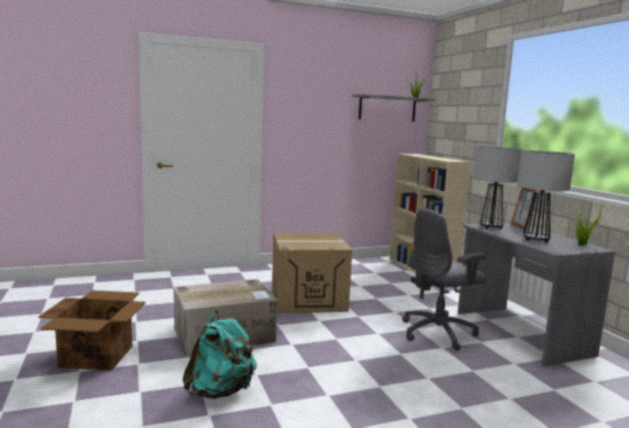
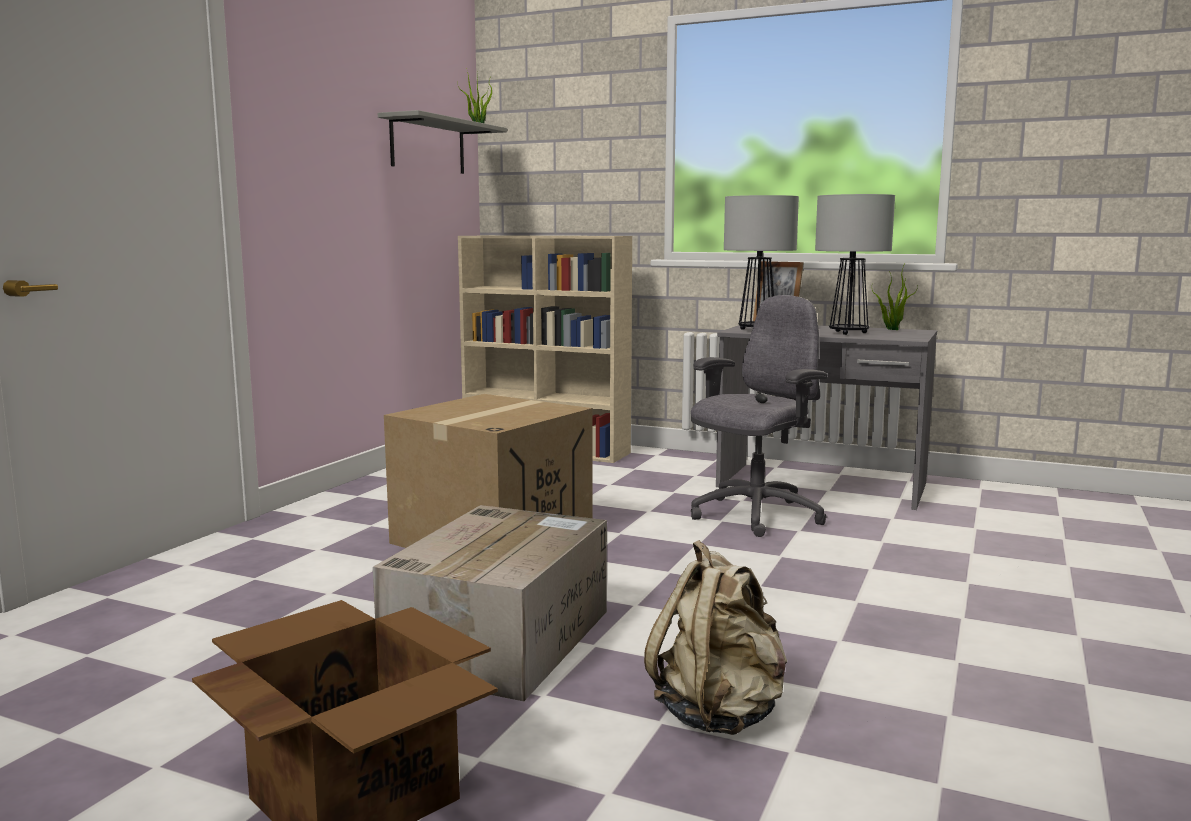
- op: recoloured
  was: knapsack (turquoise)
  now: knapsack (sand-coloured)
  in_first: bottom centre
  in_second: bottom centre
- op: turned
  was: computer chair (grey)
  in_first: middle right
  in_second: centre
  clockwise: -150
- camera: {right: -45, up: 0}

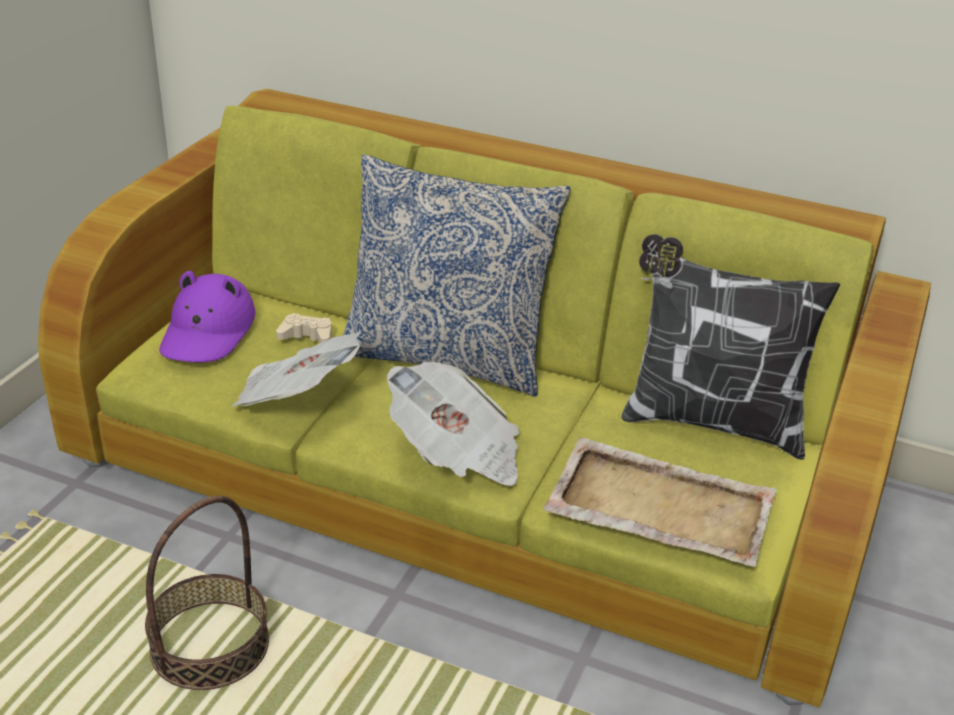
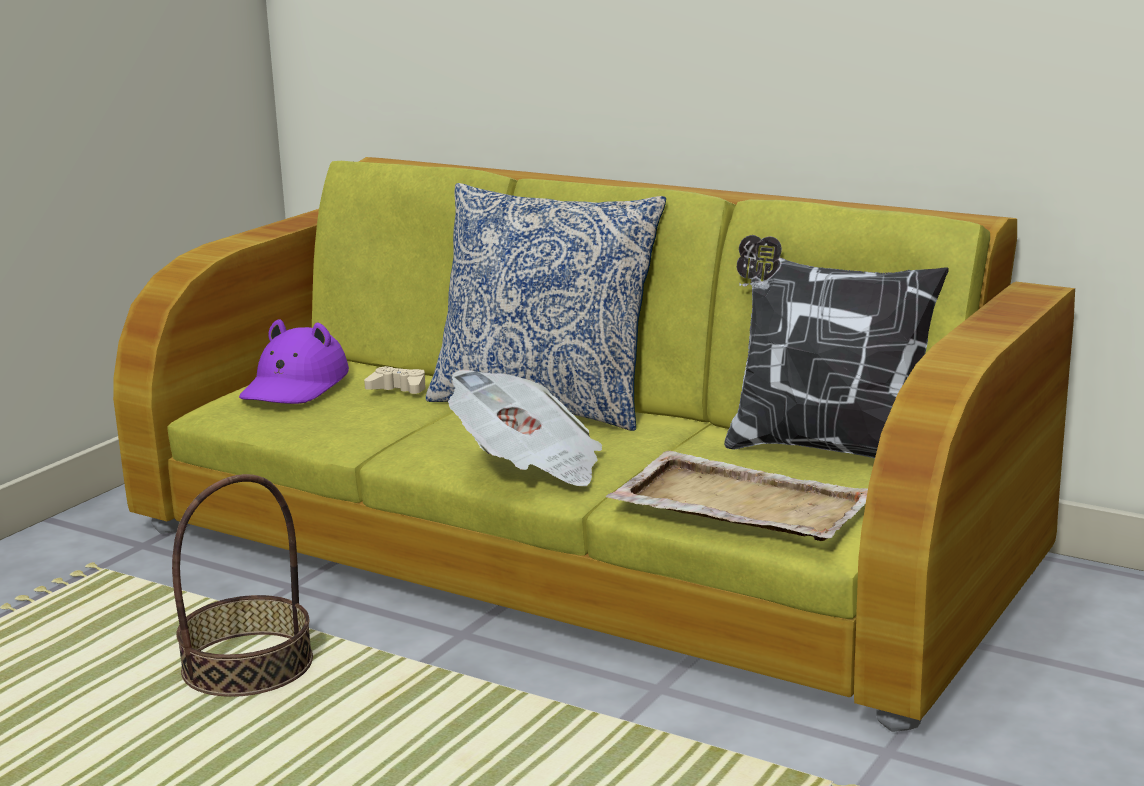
- op: removed
  was: printed paper (1st from left)
  in_first: middle left
- camera: {right: 10, up: -15}

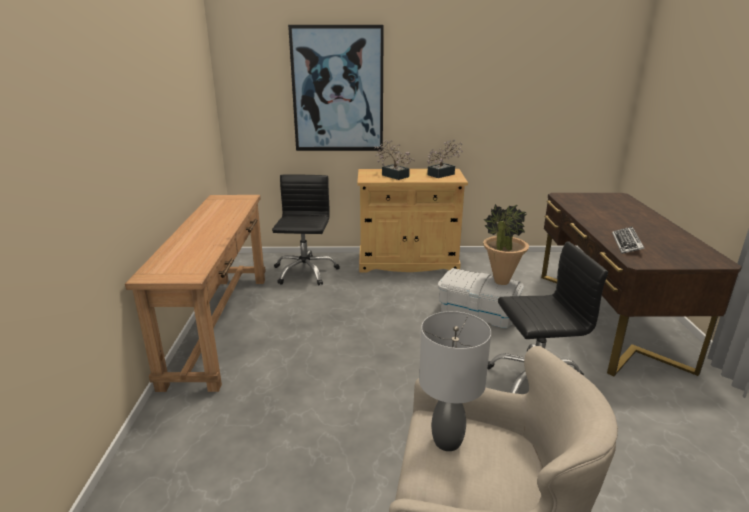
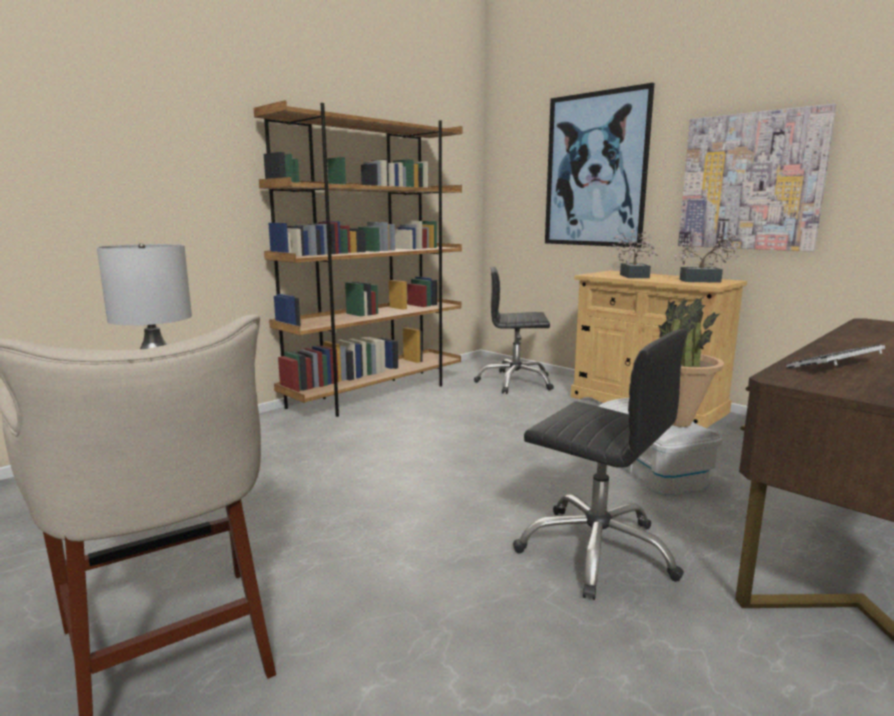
- op: replaced
  was: console table (brown-coloured)
  now: shelving unit (brown-coloured)
  in_first: middle left
  in_second: centre
- op: turned
  was: computer chair (blackish) (1st from left)
  in_first: centre
  in_second: centre
  clockwise: -135
- op: added
  now: wall art (2nd from left)
  in_second: top right
- camera: {right: 45, up: -10}

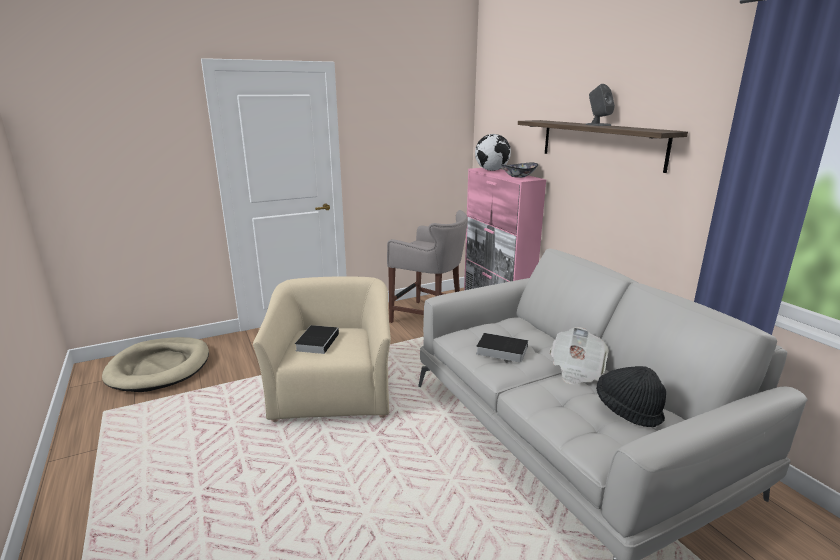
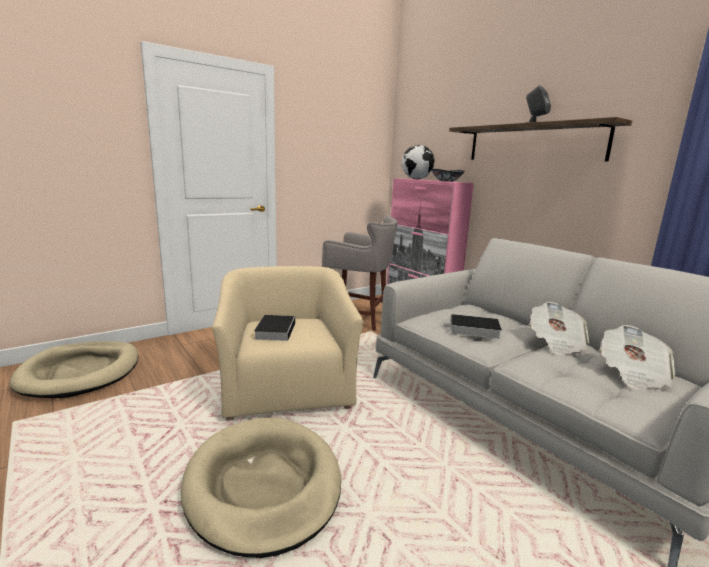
- op: added
  now: dog cushion (sand-coloured) (2nd from left)
  in_second: bottom centre
- op: replaced
  was: hat (blackish)
  now: printed paper (2nd from left)
  in_first: bottom right
  in_second: middle right
- camera: {right: -10, up: -5}

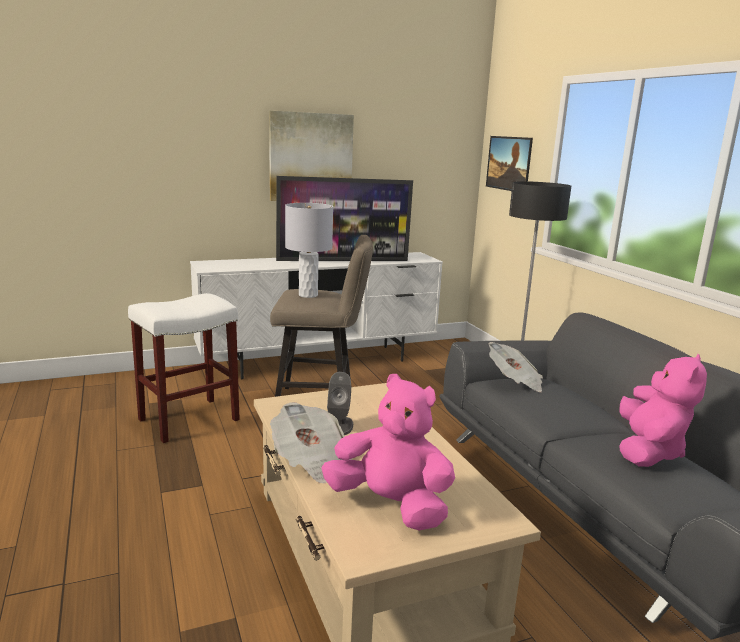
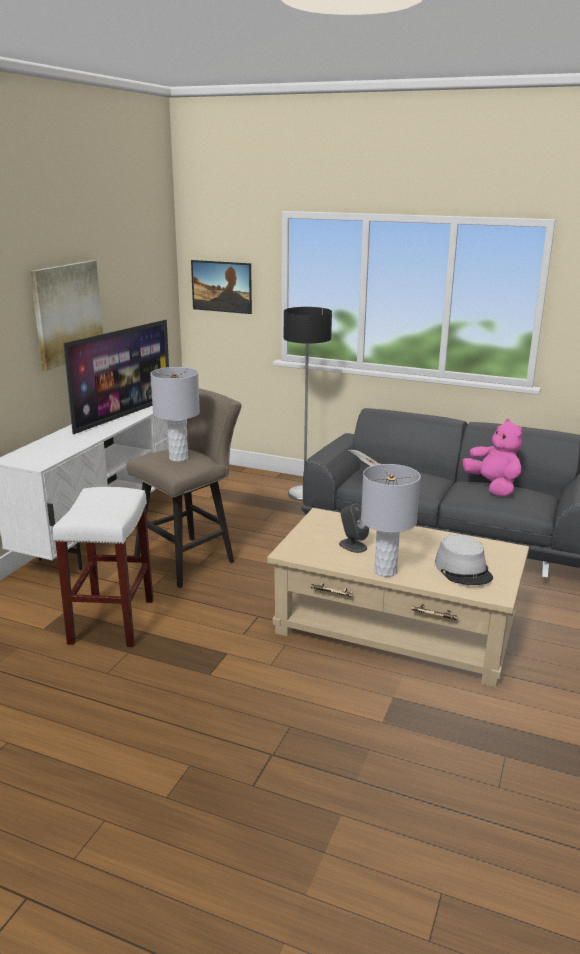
- op: replaced
  was: printed paper (1st from left)
  now: tabletop lamp (grey) (2nd from left)
  in_first: bottom centre
  in_second: middle right
- op: replaced
  was: plush toy (pinkish) (1st from left)
  now: hat (grey)
  in_first: bottom centre
  in_second: middle right
- camera: {right: -45, up: 5}

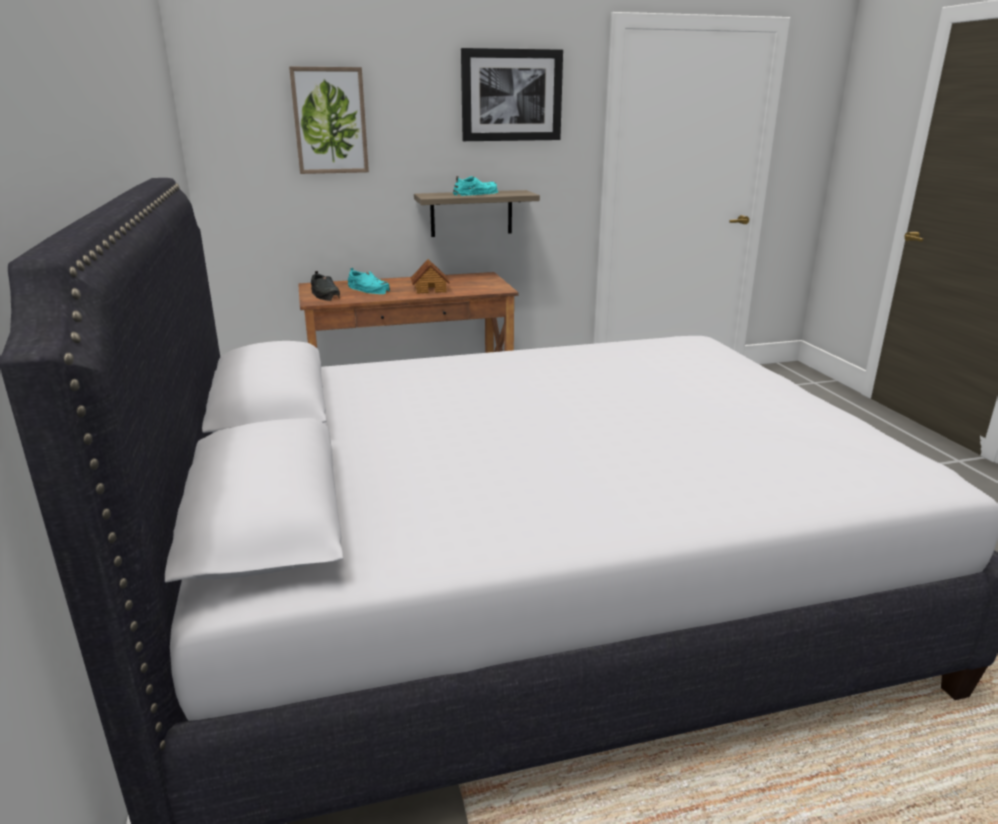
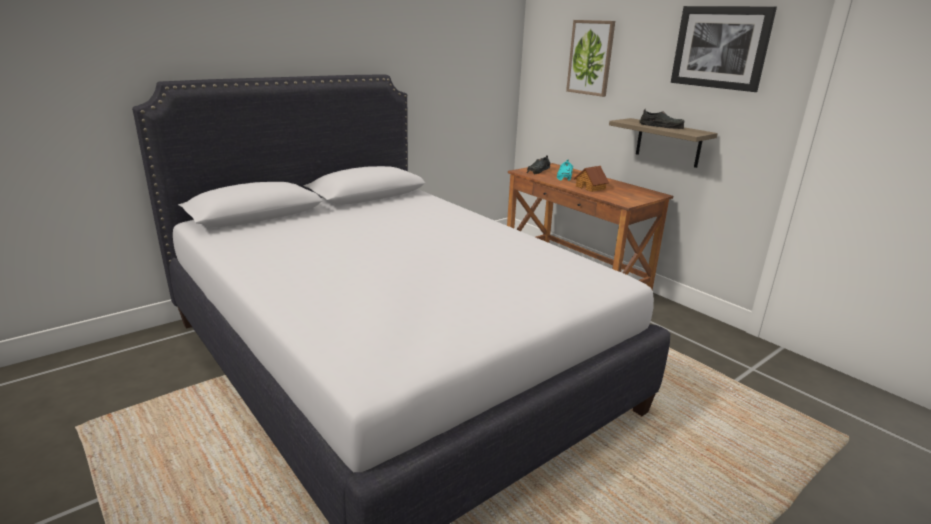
- op: recoloured
  was: low shoe (turquoise) (2nd from left)
  now: low shoe (blackish) (2nd from left)
  in_first: top centre
  in_second: top right
- camera: {right: 65, up: 0}

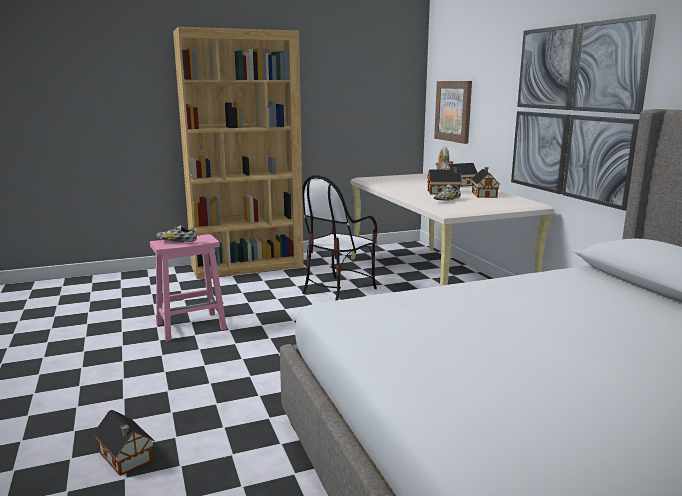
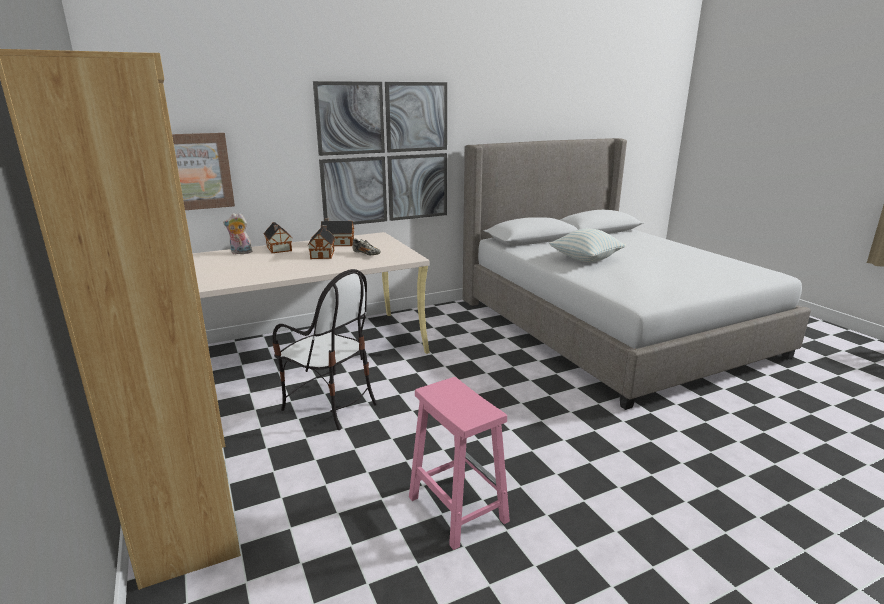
- op: added
  now: cushion
  in_second: centre
- op: removed
  was: model house (1st from left)
  in_first: bottom left
- op: removed
  was: low shoe (1st from left)
  in_first: middle left
- camera: {right: -95, up: 5}

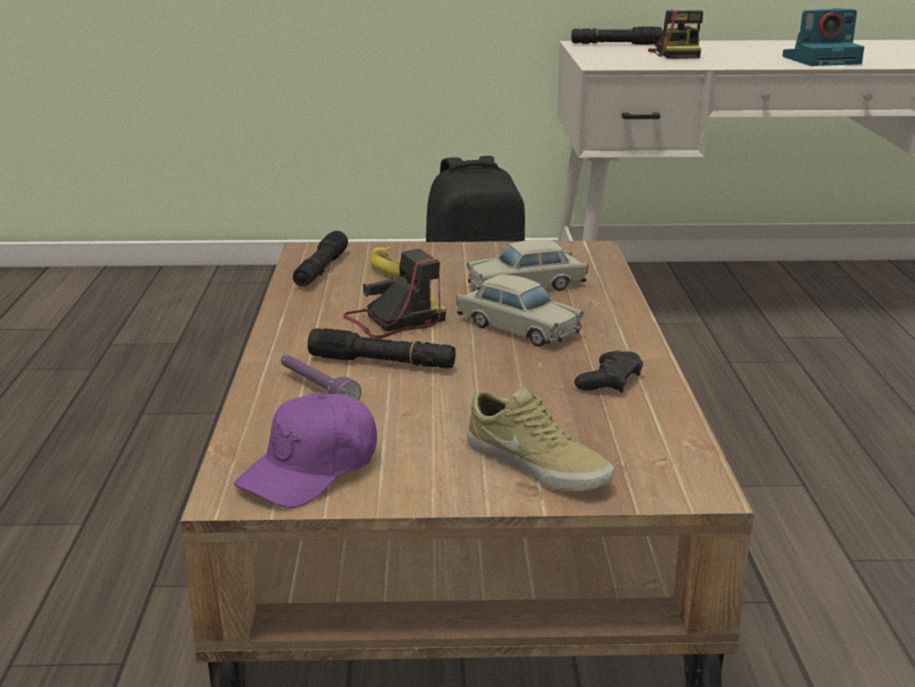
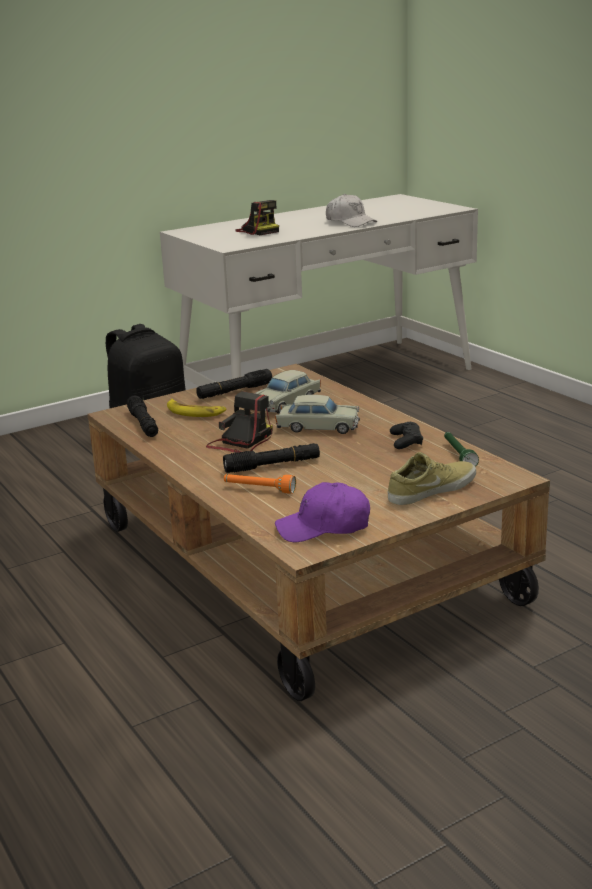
- op: moved
  was: torch (blackish) (3rd from left in the first image)
  now: torch (blackish) (2nd from left)
  in_first: top right
  in_second: centre
- op: recoloured
  was: torch (purple-coloured)
  now: torch (orangey)
  in_first: centre
  in_second: centre
- op: turned
  was: cap (purple-coloured)
  in_first: centre
  in_second: centre
  clockwise: 75
- op: replaced
  was: still camera (3rd from left)
  now: cap (white)
  in_first: top right
  in_second: top centre
- op: turned
  was: low shoe (sand-coloured)
  in_first: centre
  in_second: middle right
  clockwise: -45
- op: added
  now: torch (green-coloured)
  in_second: middle right
- camera: {right: -30, up: 0}

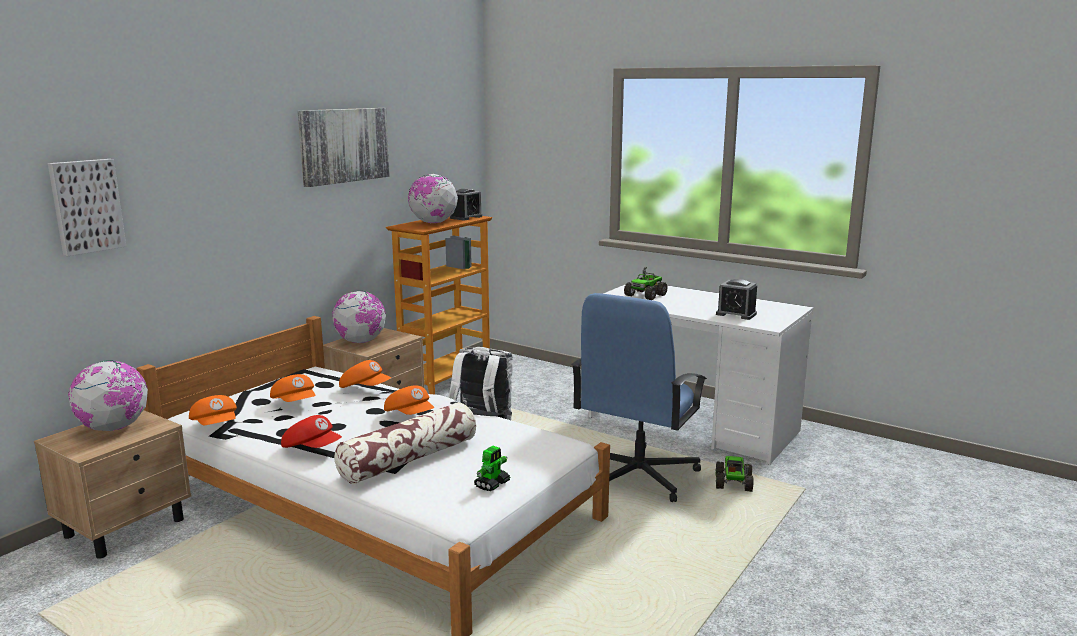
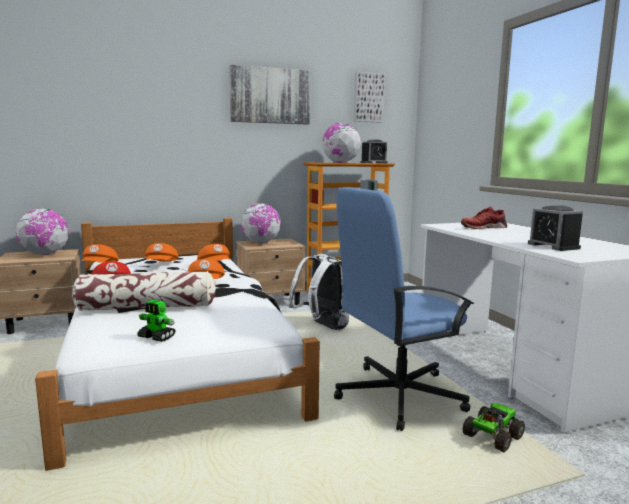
- op: turned
  was: model robot
  in_first: bottom centre
  in_second: middle left
  clockwise: 45
- op: moved
  was: wall art (1st from left in the first image)
  now: wall art (2nd from left)
  in_first: top left
  in_second: top centre
- op: replaced
  was: model truck (1st from left)
  now: low shoe (red)
  in_first: centre
  in_second: middle right
- camera: {right: 35, up: -5}

